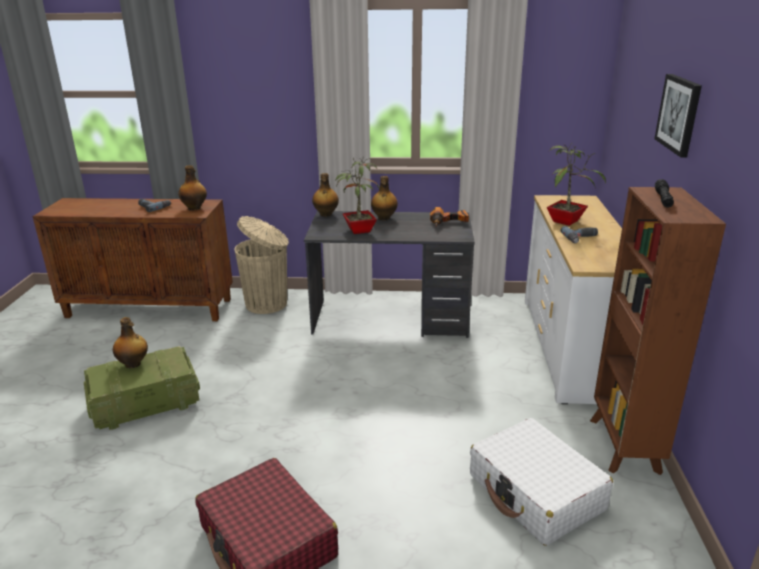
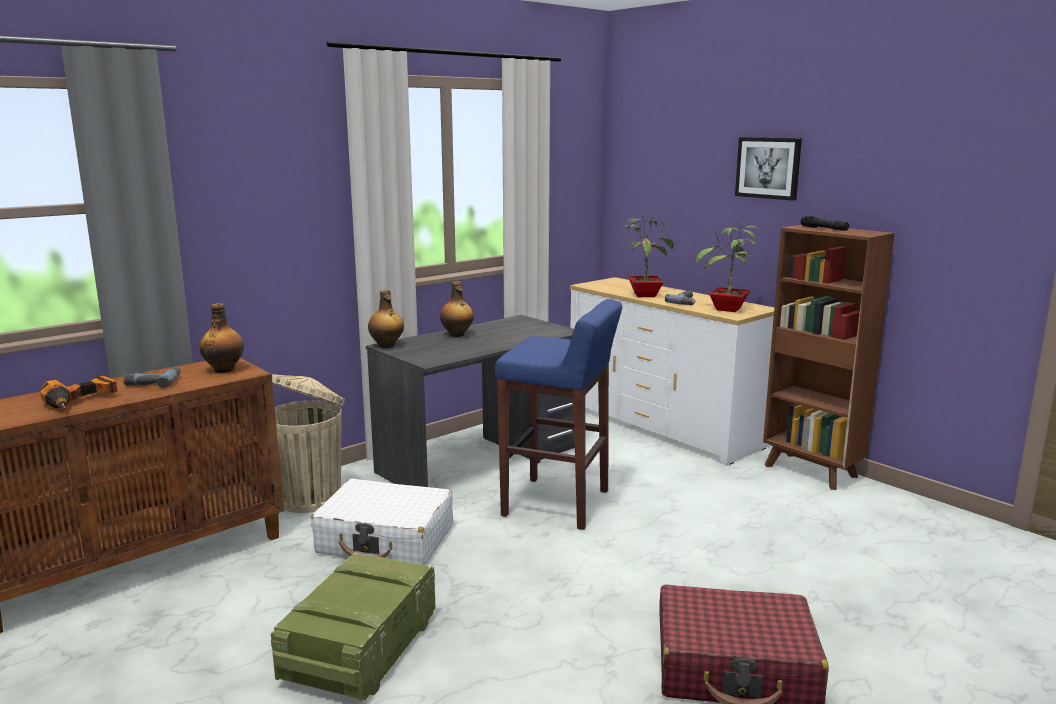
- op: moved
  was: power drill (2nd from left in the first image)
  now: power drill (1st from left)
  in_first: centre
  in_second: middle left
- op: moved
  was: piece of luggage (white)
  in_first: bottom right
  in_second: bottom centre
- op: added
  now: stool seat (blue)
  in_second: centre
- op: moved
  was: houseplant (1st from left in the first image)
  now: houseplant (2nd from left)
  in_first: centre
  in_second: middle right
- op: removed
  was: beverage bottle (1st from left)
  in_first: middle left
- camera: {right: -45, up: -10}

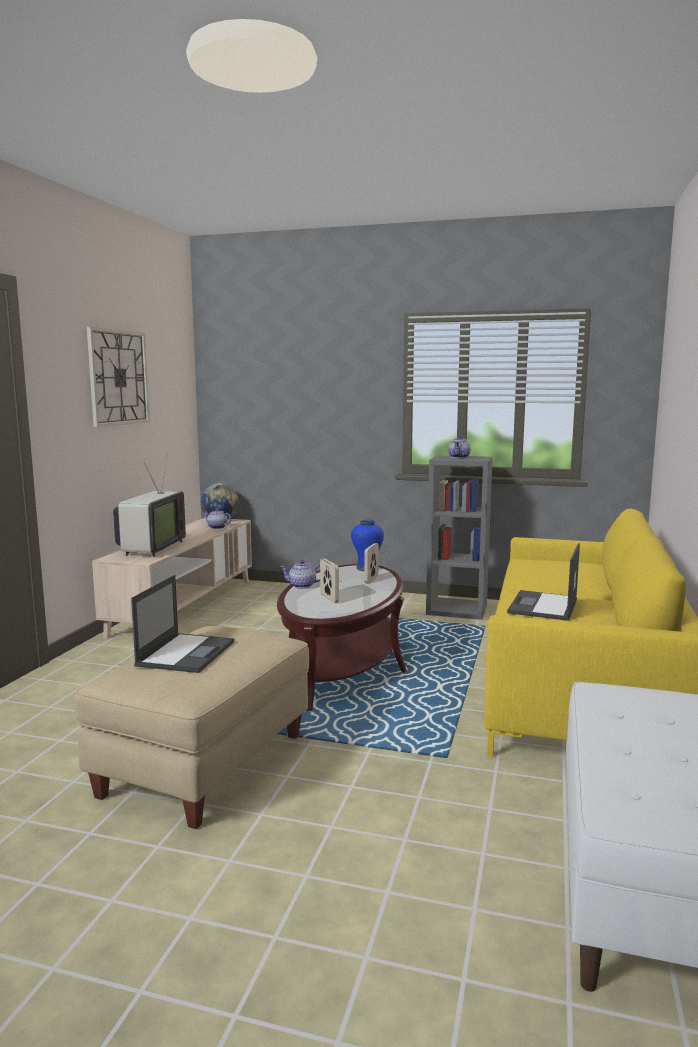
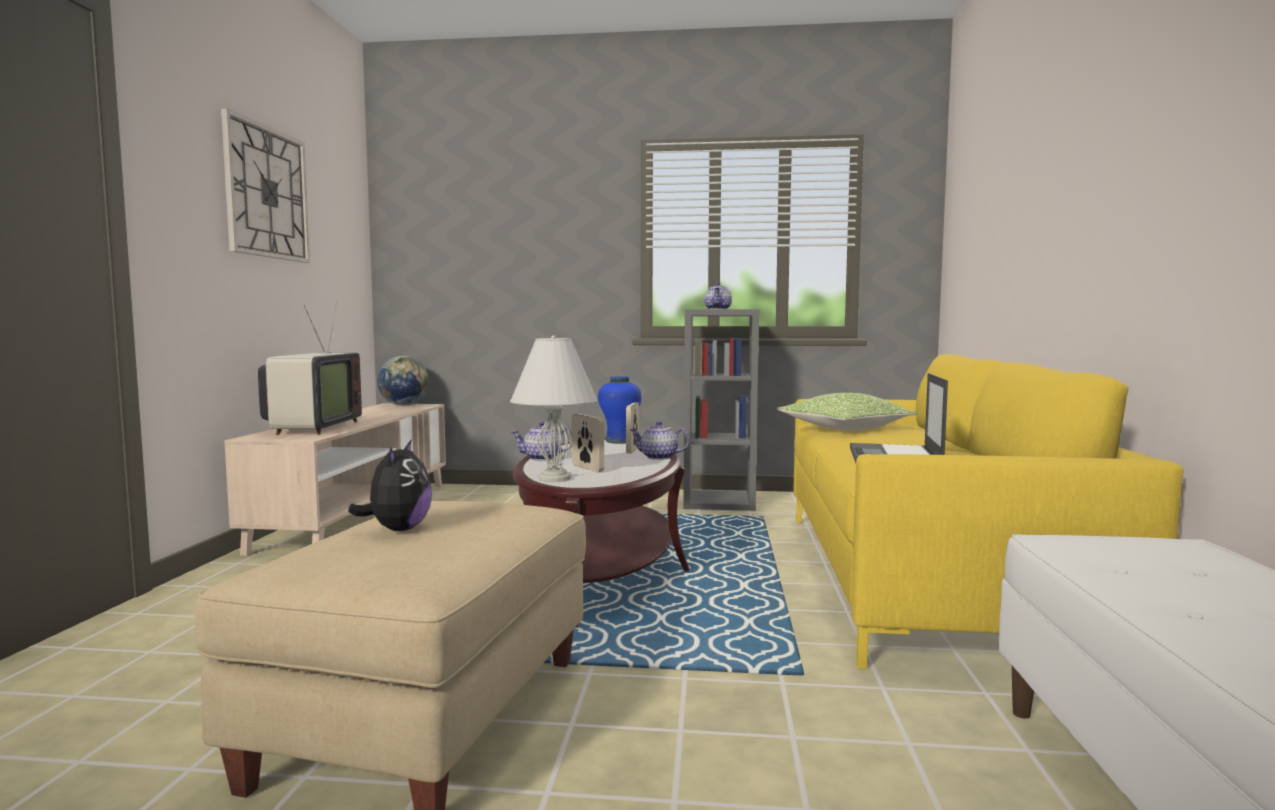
- op: replaced
  was: notebook computer (1st from left)
  now: plush toy
  in_first: middle left
  in_second: middle left
- op: added
  now: tabletop lamp (white)
  in_second: centre
- op: moved
  was: teapot (1st from left in the first image)
  now: teapot (2nd from left)
  in_first: middle left
  in_second: centre
- op: added
  now: cushion
  in_second: centre
- camera: {right: -10, up: -5}

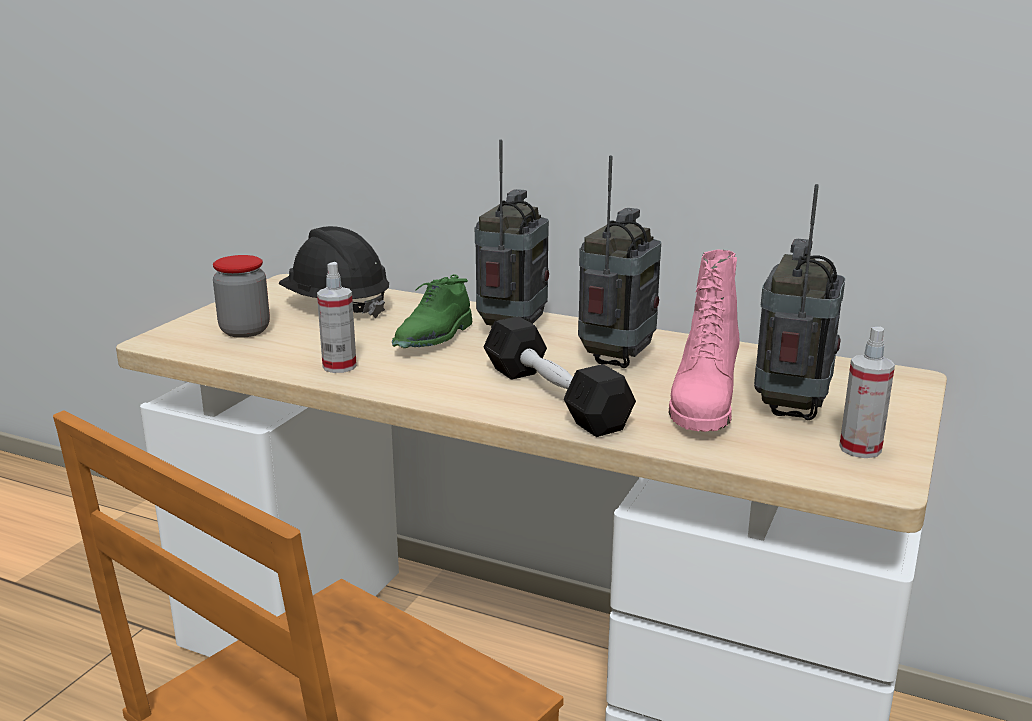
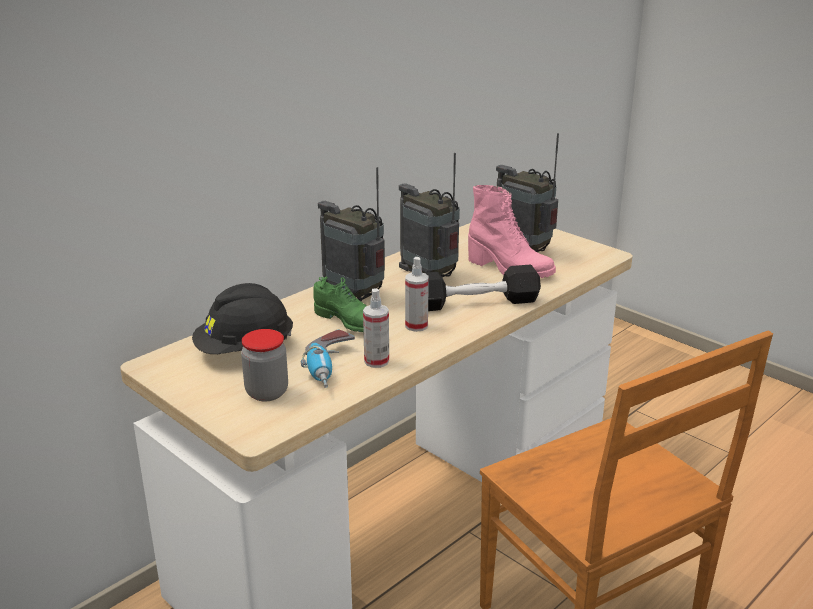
- op: added
  now: power drill
  in_second: centre
- op: moved
  was: sprayer (2nd from left)
  in_first: middle right
  in_second: centre
- camera: {right: -70, up: 5}

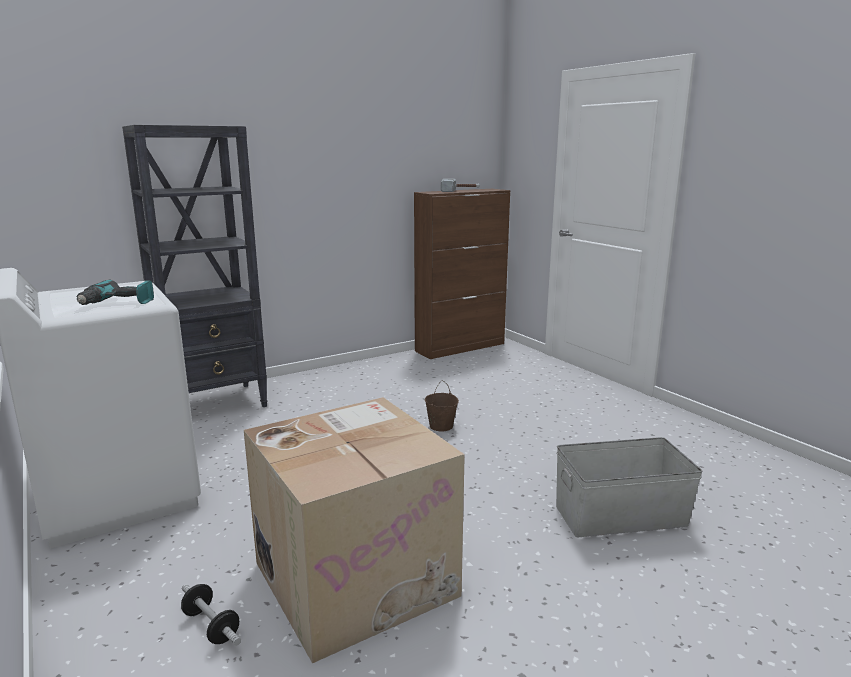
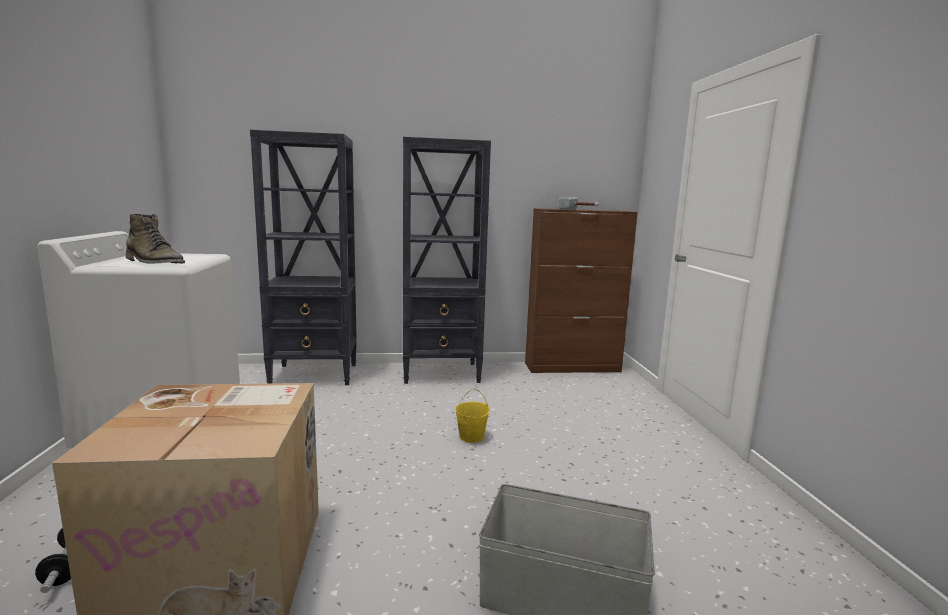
- op: replaced
  was: power drill
  now: boot (green-coloured)
  in_first: middle left
  in_second: middle left
- op: added
  now: shelving unit (blackish) (2nd from left)
  in_second: centre
- op: recoloured
  was: pail (brown-coloured)
  now: pail (yellowish)
  in_first: centre
  in_second: bottom centre
- camera: {right: 25, up: -5}

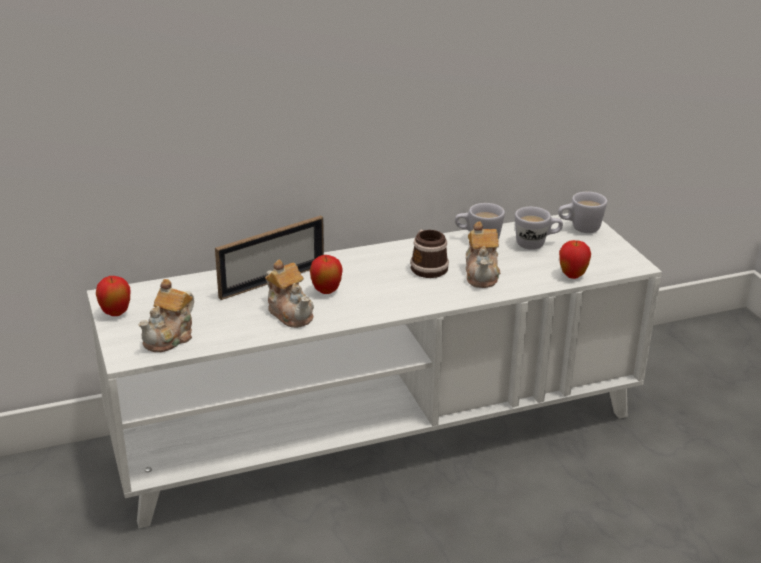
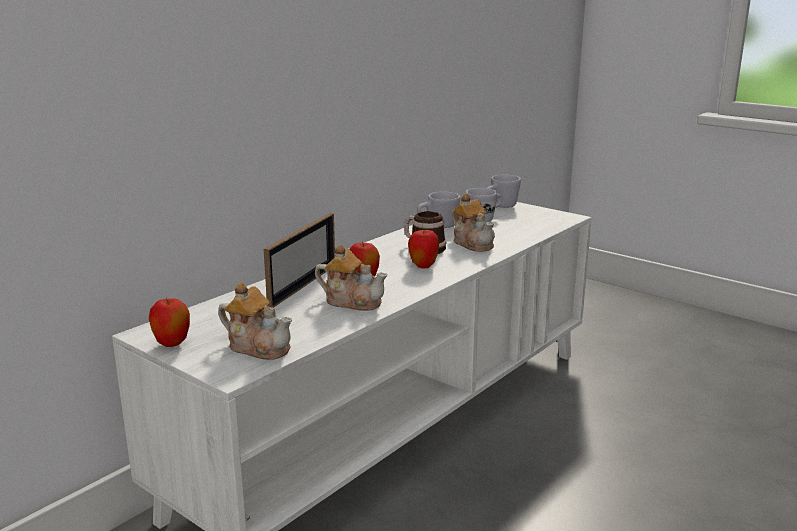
- op: turned
  was: teapot (1st from left)
  in_first: middle left
  in_second: middle left
  clockwise: -60
- op: moved
  was: apple fruit (3rd from left)
  in_first: middle right
  in_second: centre
- camera: {right: -30, up: -10}

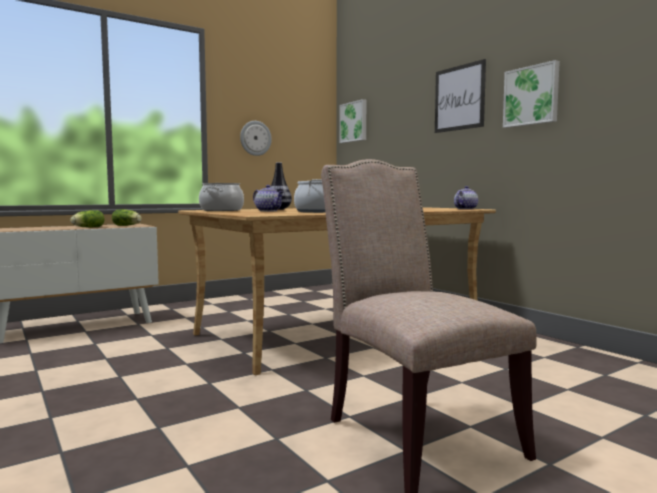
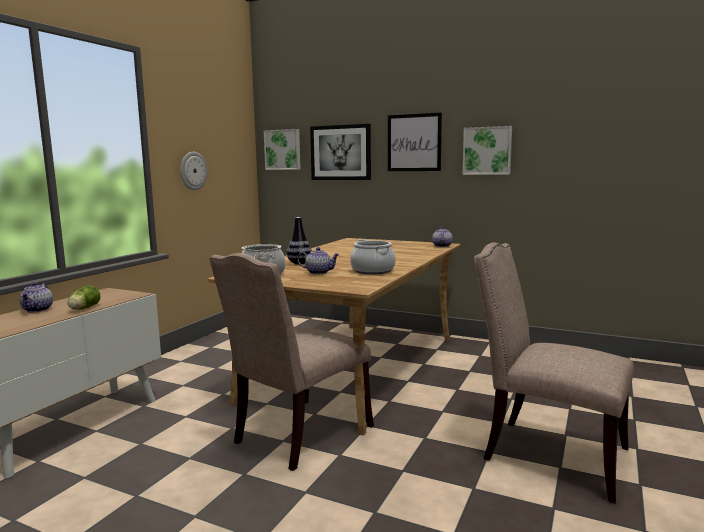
- op: added
  now: teapot (1st from left)
  in_second: middle left
- op: added
  now: plain chair (sand-coloured) (1st from left)
  in_second: bottom centre
- op: added
  now: wall art (2nd from left)
  in_second: top centre
- op: removed
  was: lettuce (2nd from left)
  in_first: middle left
- camera: {right: -30, up: 5}

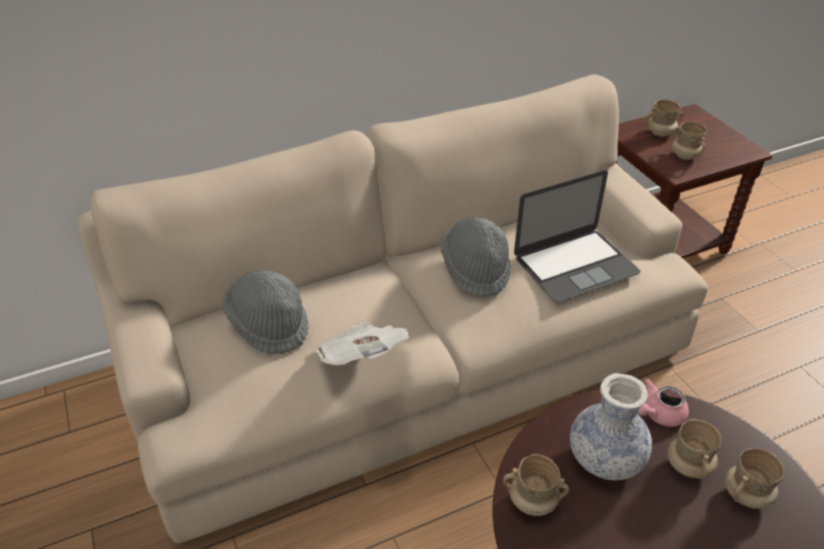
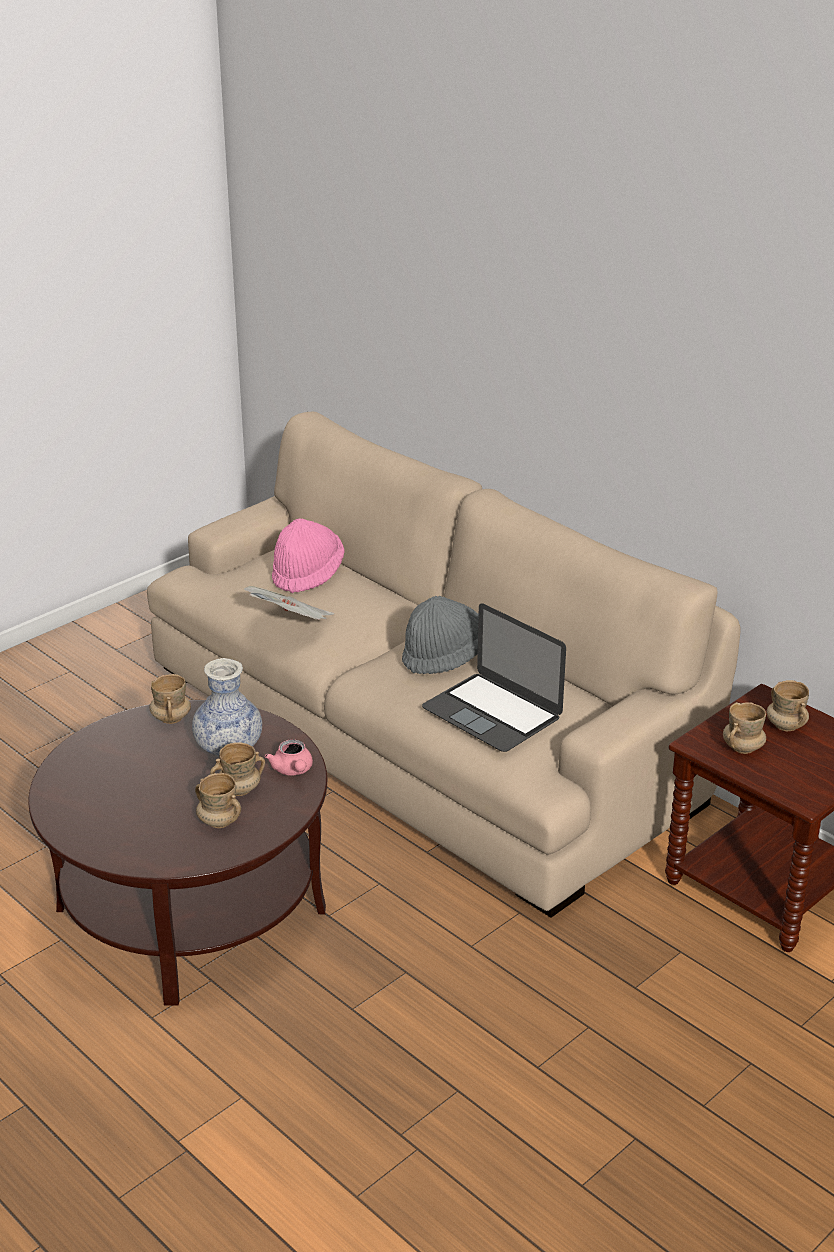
- op: turned
  was: teapot (pinkish)
  in_first: bottom right
  in_second: centre
  clockwise: -150
- op: recoloured
  was: hat (grey) (1st from left)
  now: hat (pinkish)
  in_first: middle left
  in_second: centre
- camera: {right: 70, up: -10}

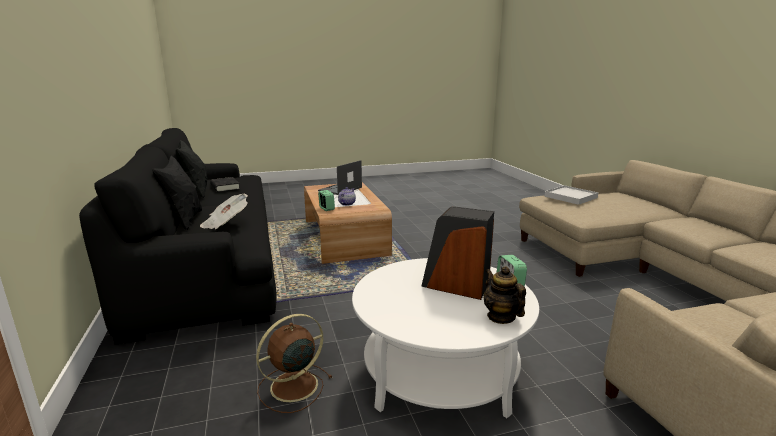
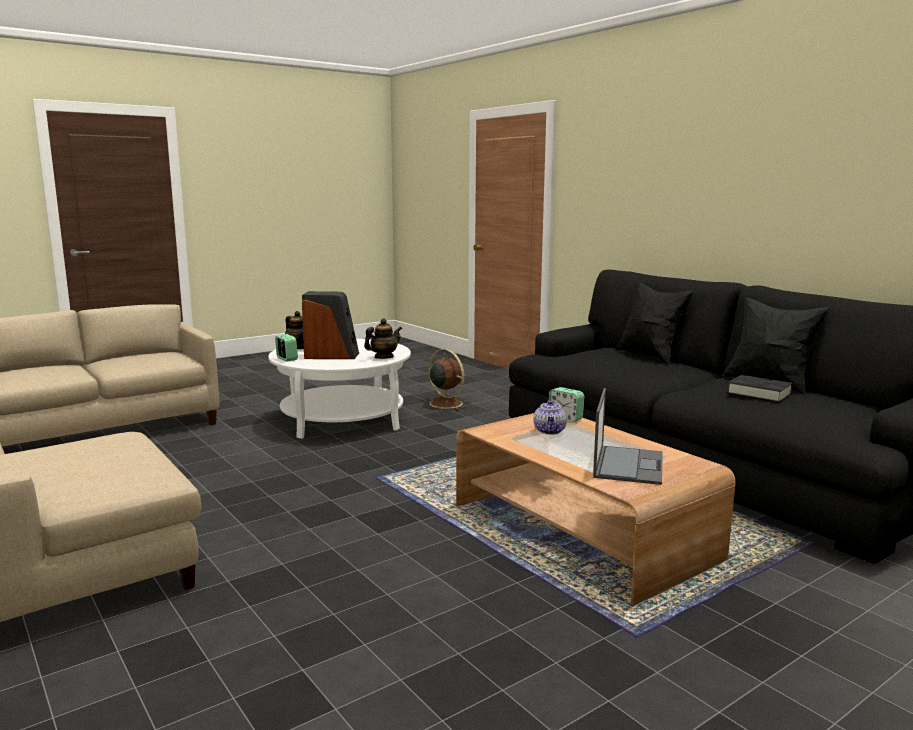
- op: added
  now: teapot (2nd from left)
  in_second: centre
- op: turned
  was: cooling fan (brown-coloured)
  in_first: bottom centre
  in_second: centre
  clockwise: -75
- op: removed
  was: printed paper
  in_first: middle left
- op: removed
  was: serving tray (white)
  in_first: middle right
- camera: {right: 160, up: -5}

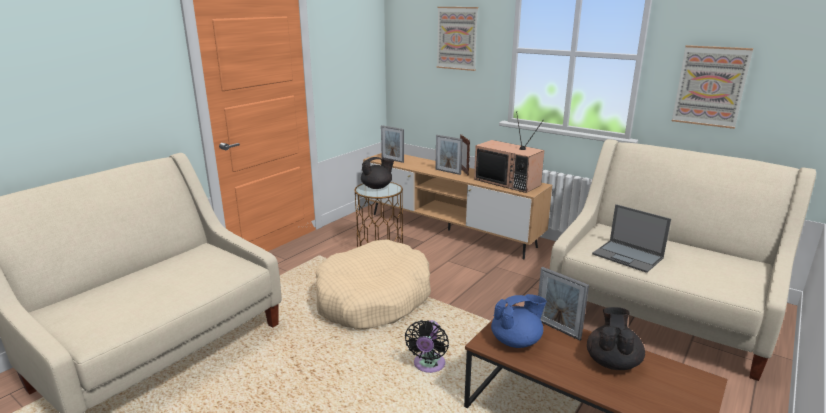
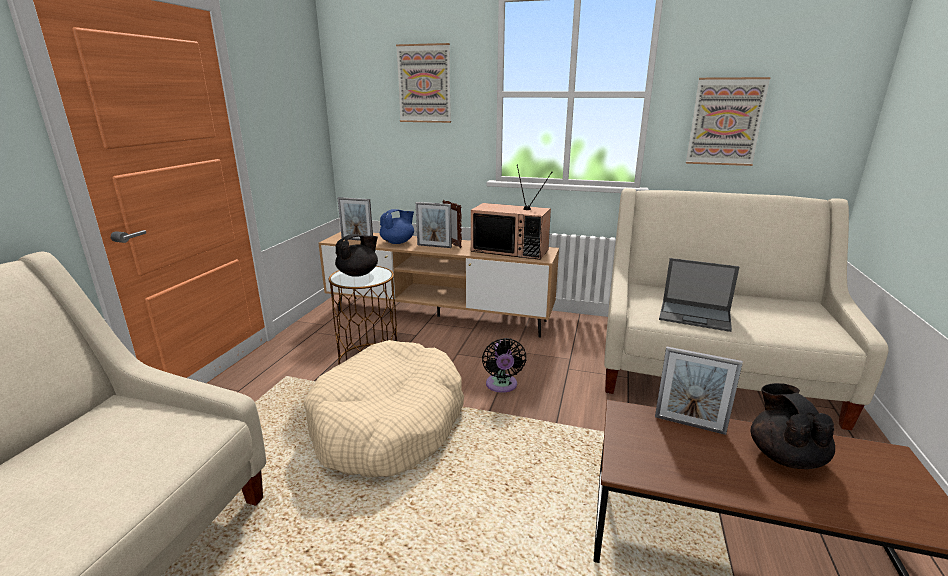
- op: moved
  was: teapot (blue)
  in_first: bottom centre
  in_second: centre
- op: moved
  was: cooling fan (blackish)
  in_first: bottom centre
  in_second: centre
- camera: {right: -20, up: 0}

